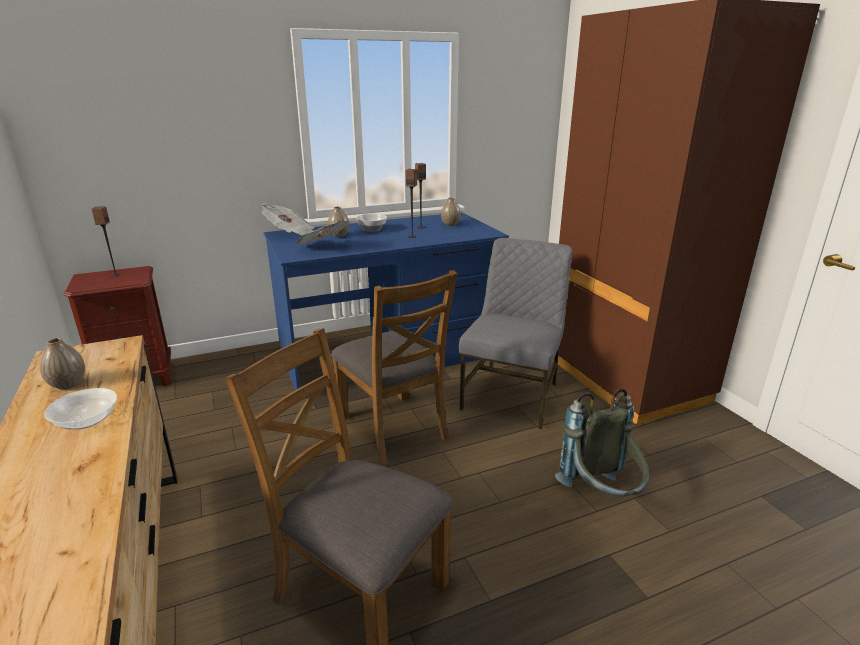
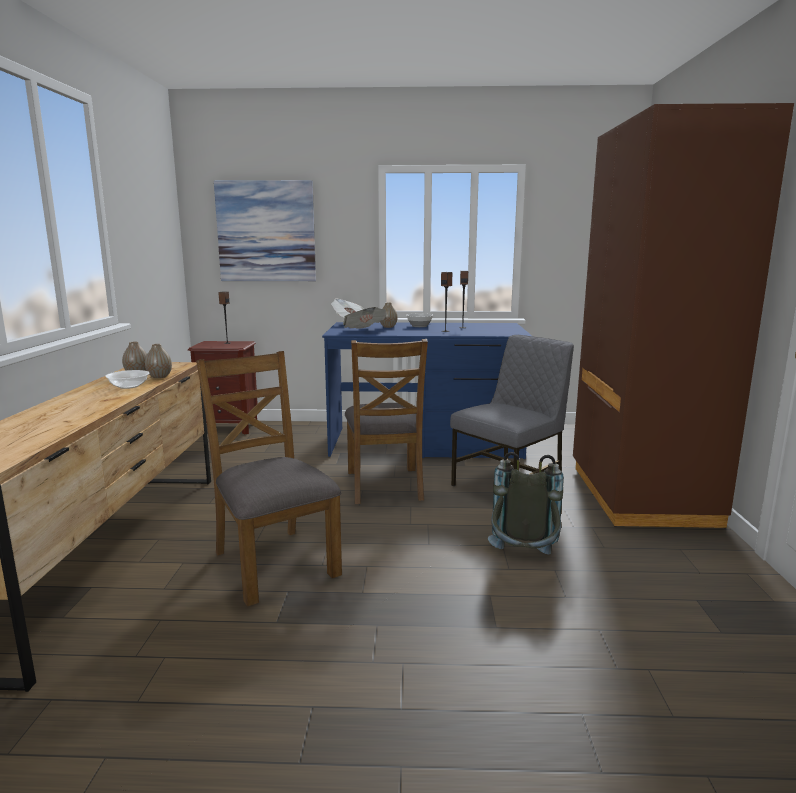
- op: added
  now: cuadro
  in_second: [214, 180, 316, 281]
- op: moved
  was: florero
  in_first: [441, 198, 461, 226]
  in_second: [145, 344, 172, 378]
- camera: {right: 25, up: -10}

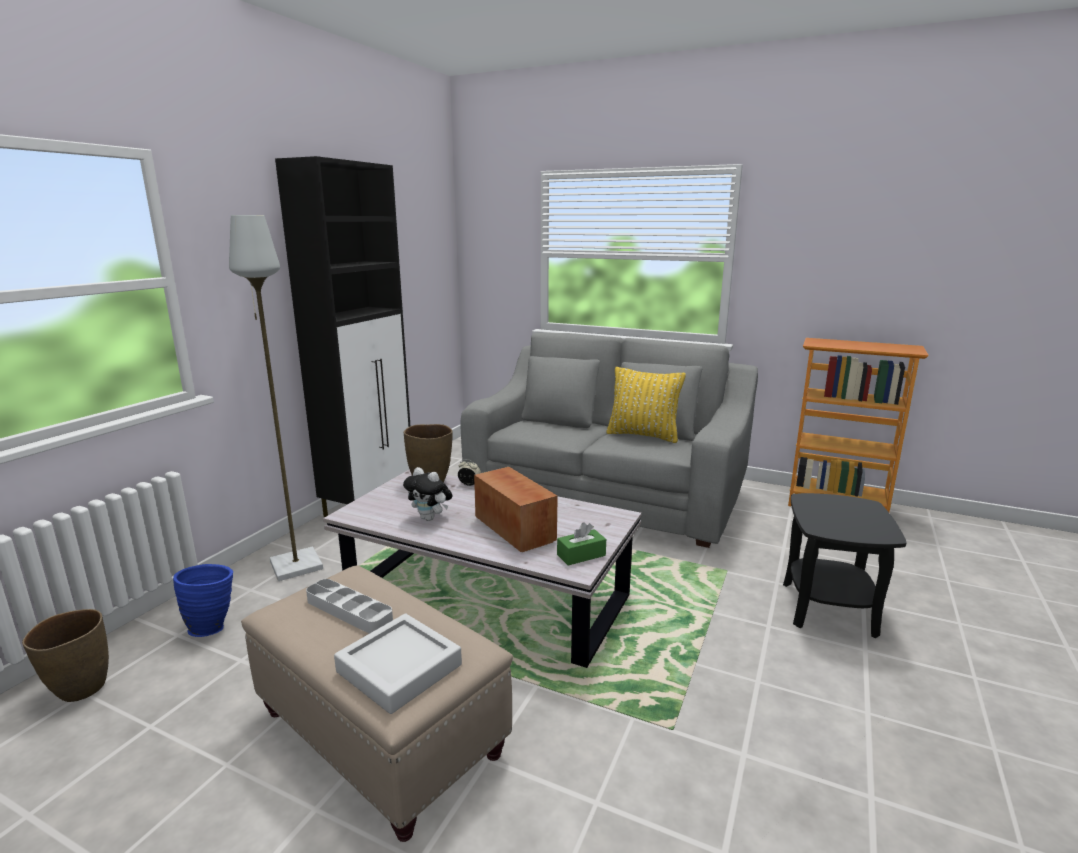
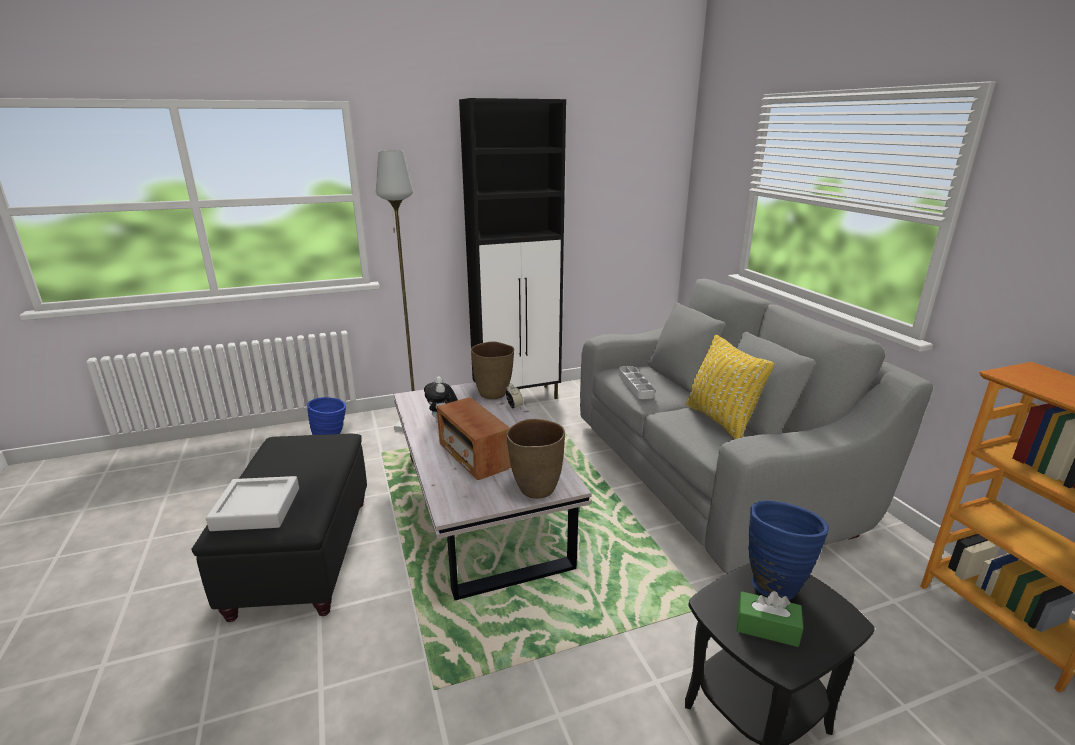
- op: added
  now: florero [azul]
  in_second: [748, 500, 829, 600]
- op: moved
  was: florero [marrón]
  in_first: [22, 609, 109, 702]
  in_second: [506, 419, 565, 499]
- op: moved
  was: bandeja [gris]
  in_first: [306, 579, 393, 634]
  in_second: [619, 366, 655, 399]
- op: moved
  was: caja de pañuelos [verde]
  in_first: [557, 522, 606, 565]
  in_second: [737, 591, 803, 647]
- op: recoloured
  was: puf [beis]
  now: puf [negro]
  in_first: [241, 565, 513, 842]
  in_second: [191, 433, 367, 622]
- op: turned
  was: radio
  in_first: [474, 467, 558, 552]
  in_second: [437, 397, 511, 480]
  clockwise: 135
- camera: {right: 45, up: 5}

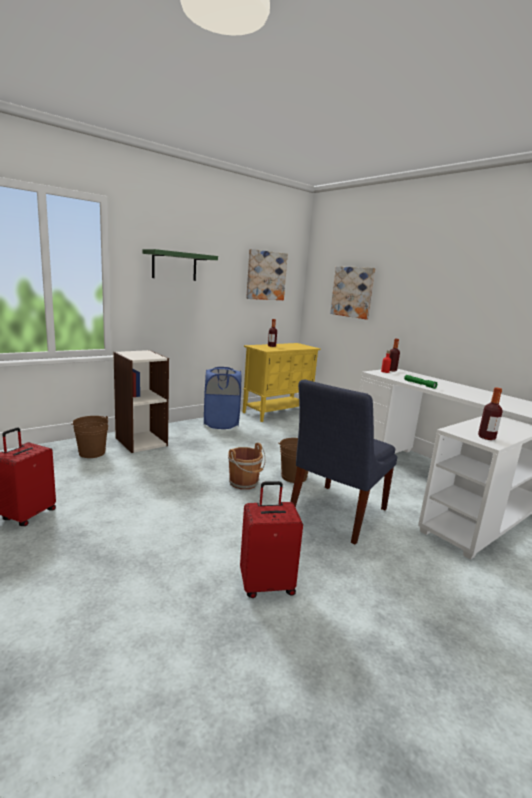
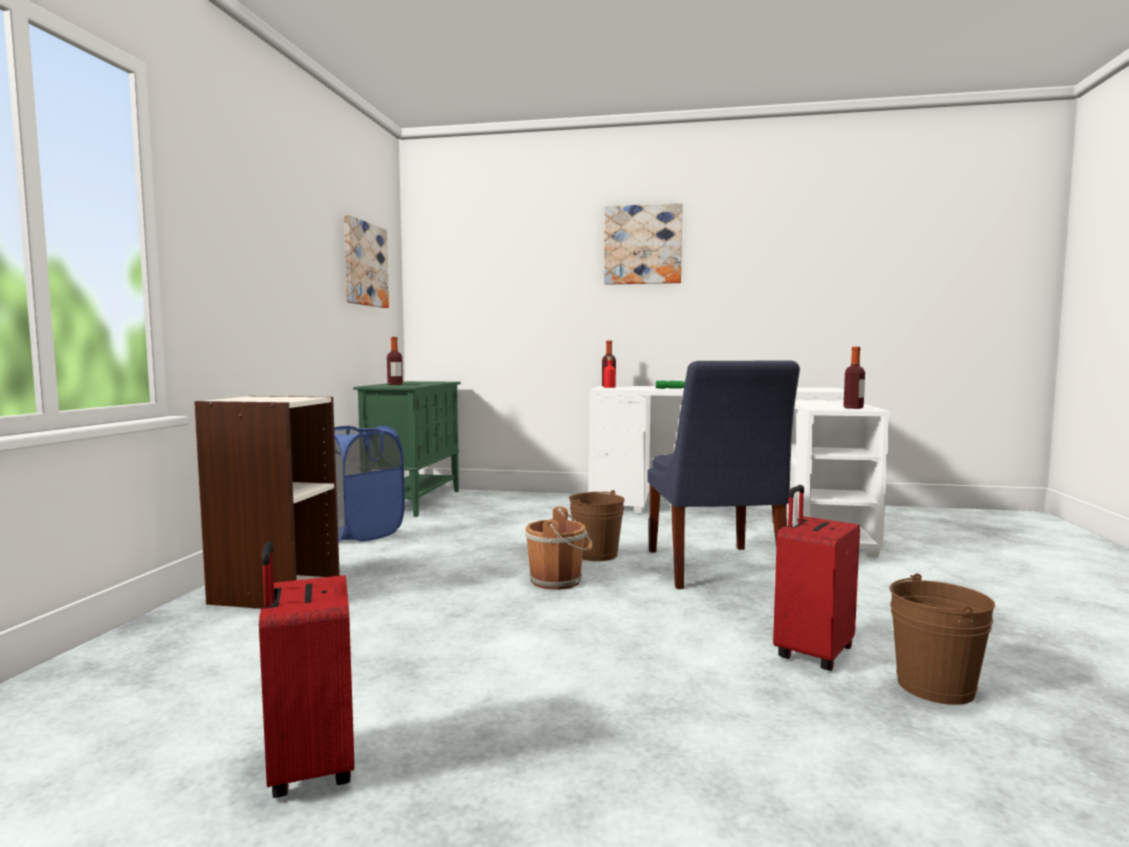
- op: removed
  was: estante [verde]
  in_first: [143, 249, 218, 281]
- op: moved
  was: cubo [marrón]
  in_first: [73, 416, 108, 458]
  in_second: [889, 573, 995, 705]
- op: moved
  was: cuadro
  in_first: [330, 266, 375, 319]
  in_second: [604, 203, 682, 285]
- op: recoloured
  was: armario [amarillo]
  now: armario [verde]
  in_first: [243, 343, 321, 422]
  in_second: [353, 381, 461, 516]
- camera: {right: -40, up: -10}

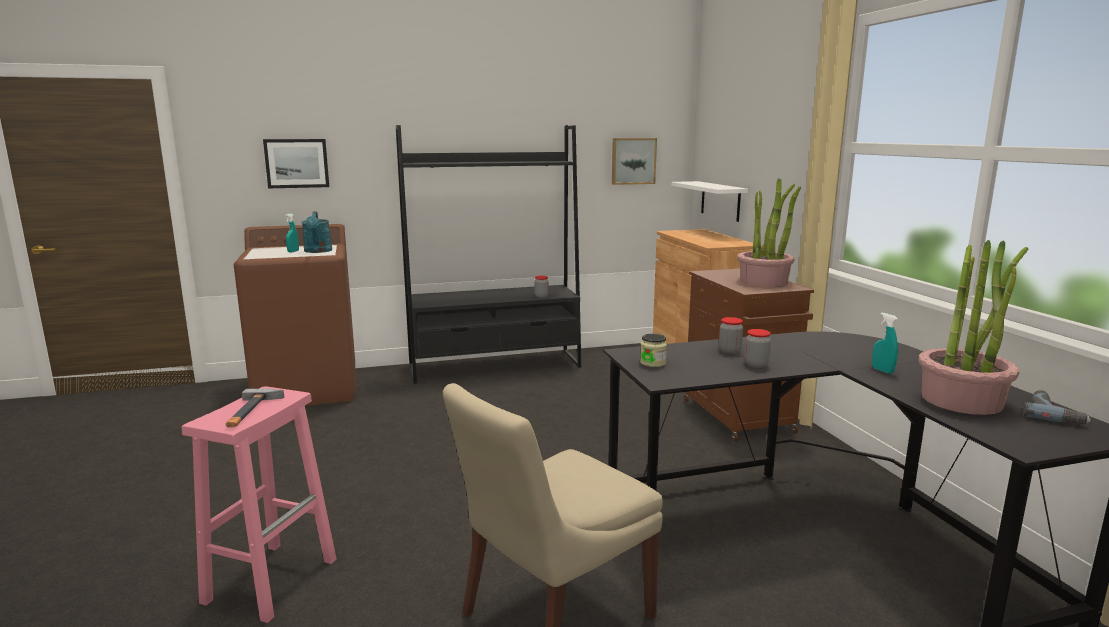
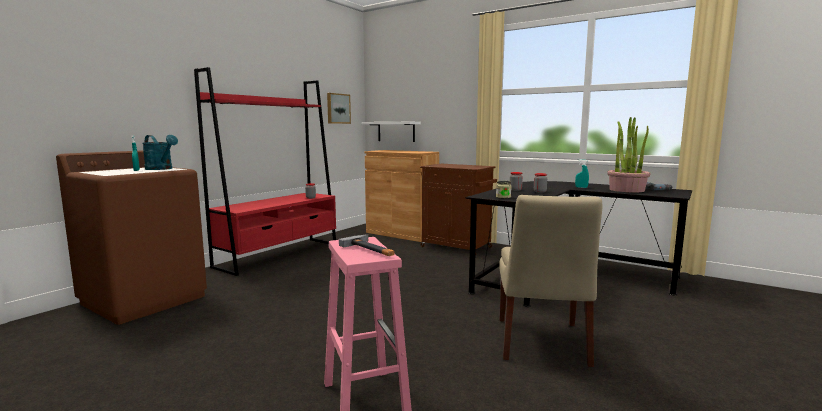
- op: removed
  was: cuadro
  in_first: [263, 139, 329, 188]
- op: removed
  was: planta en maceta
  in_first: [737, 178, 801, 287]
- op: recoloured
  was: estantería [negro]
  now: estantería [rojo]
  in_first: [396, 125, 581, 384]
  in_second: [194, 67, 336, 276]
- camera: {right: -40, up: -5}

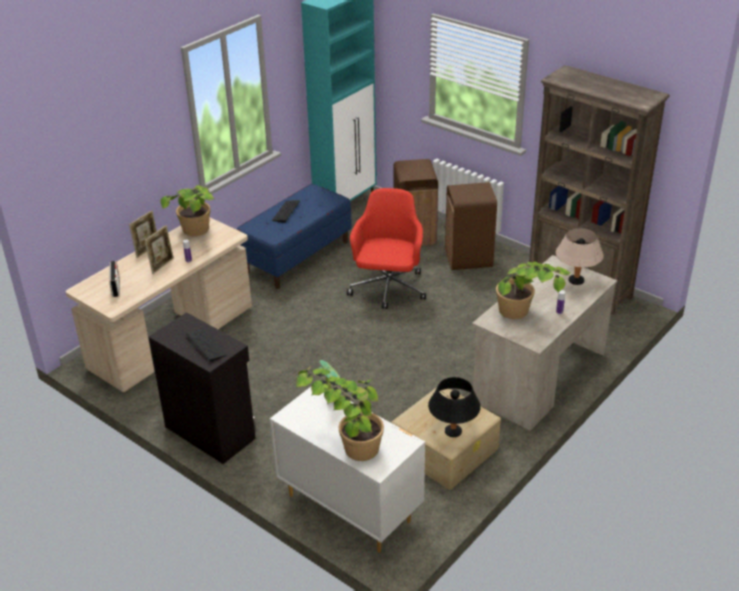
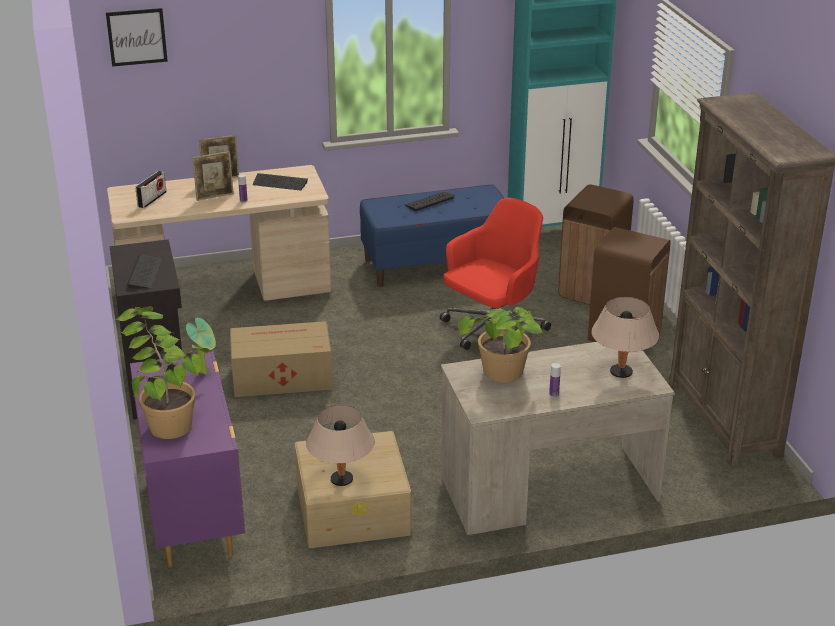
- op: added
  now: cuadro
  in_second: [106, 8, 168, 67]
- op: added
  now: caja de cartón
  in_second: [230, 321, 333, 397]
- op: replaced
  was: planta en maceta
  now: teclado
  in_first: [160, 185, 215, 236]
  in_second: [253, 173, 308, 191]
- op: recoloured
  was: cómoda [blanco]
  now: cómoda [morado]
  in_first: [270, 387, 425, 553]
  in_second: [130, 352, 245, 567]
- op: recoloured
  was: lámpara de mesa [negro]
  now: lámpara de mesa [beis]
  in_first: [428, 377, 481, 437]
  in_second: [306, 405, 374, 486]
- camera: {right: 35, up: -5}

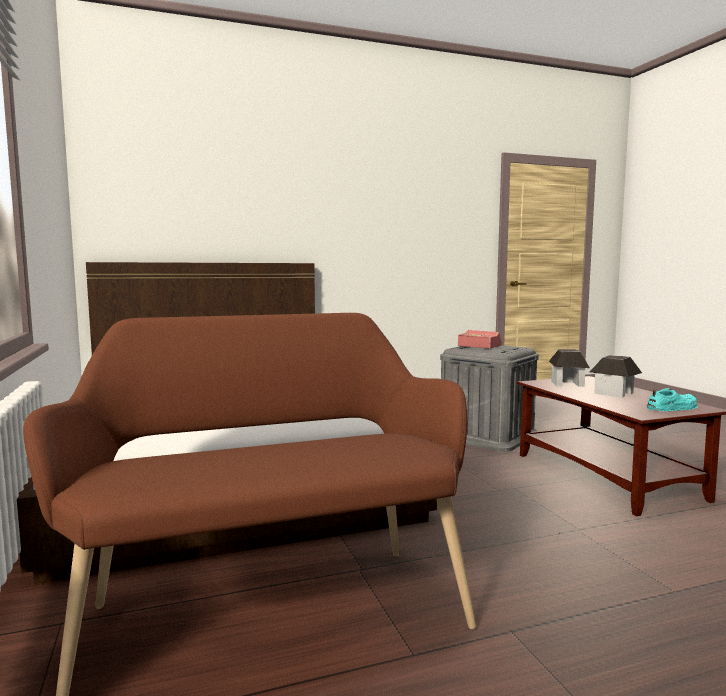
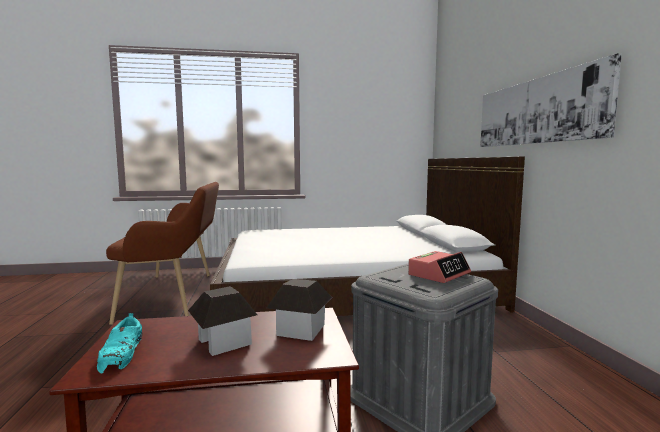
- op: added
  now: cuadro
  in_second: [480, 53, 622, 147]
- camera: {right: 100, up: 0}

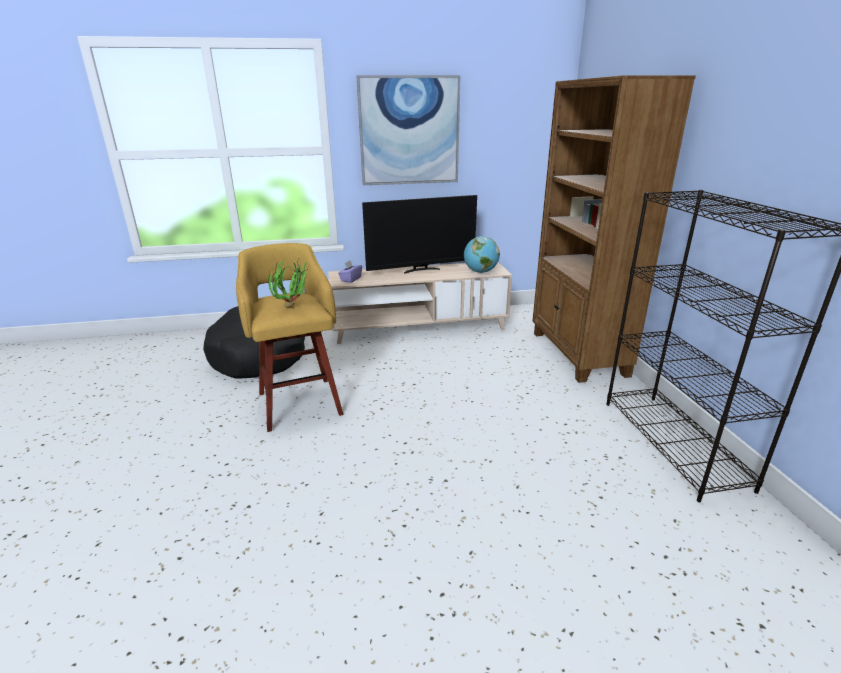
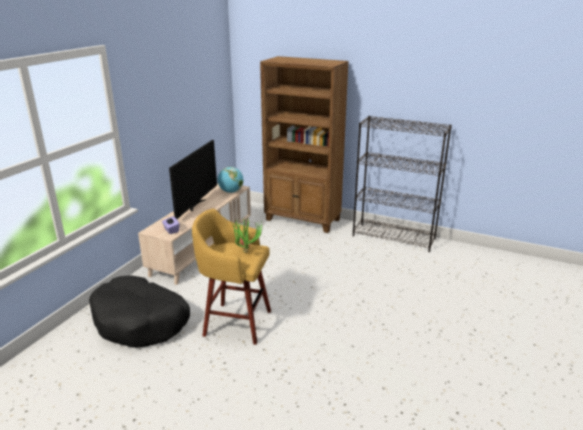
- op: removed
  was: cuadro
  in_first: [356, 75, 460, 185]
- camera: {right: -55, up: 0}

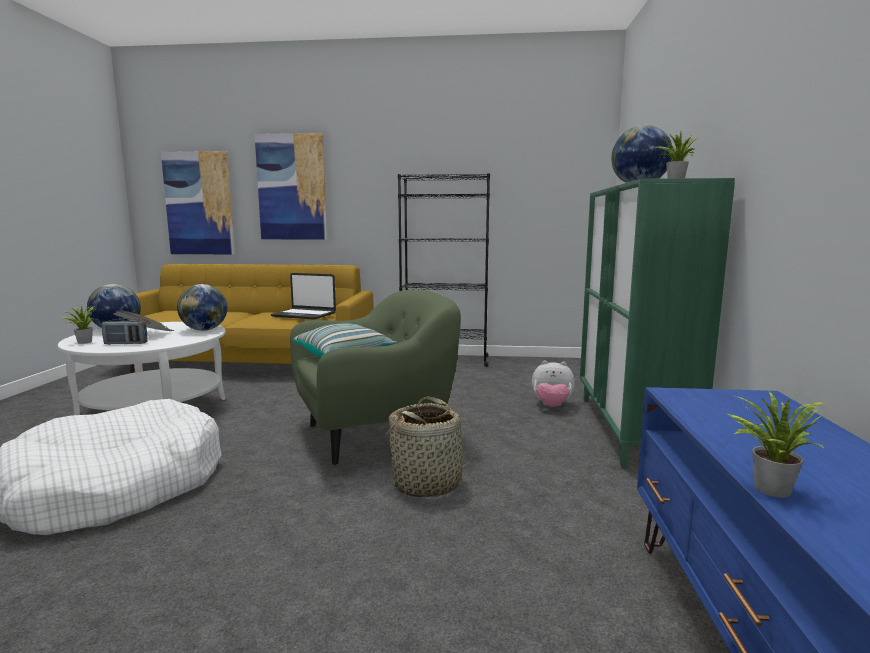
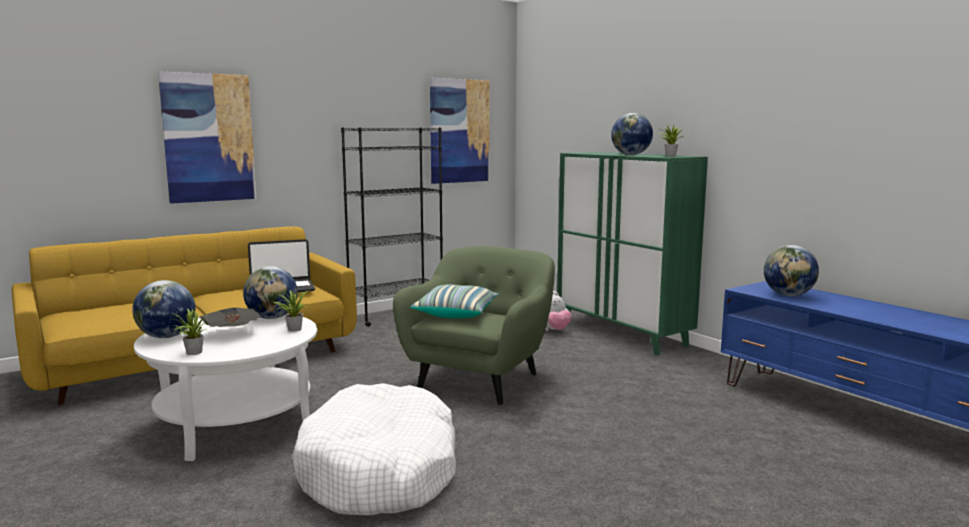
- op: removed
  was: radio
  in_first: [102, 318, 148, 345]
- op: removed
  was: cesta
  in_first: [384, 397, 477, 497]
- op: added
  now: globo terráqueo
  in_second: [764, 245, 819, 296]
- op: moved
  was: cuadro
  in_first: [161, 151, 235, 254]
  in_second: [430, 78, 490, 184]
- op: moved
  was: planta en maceta
  in_first: [728, 392, 825, 498]
  in_second: [274, 291, 307, 332]
- camera: {right: -40, up: 0}

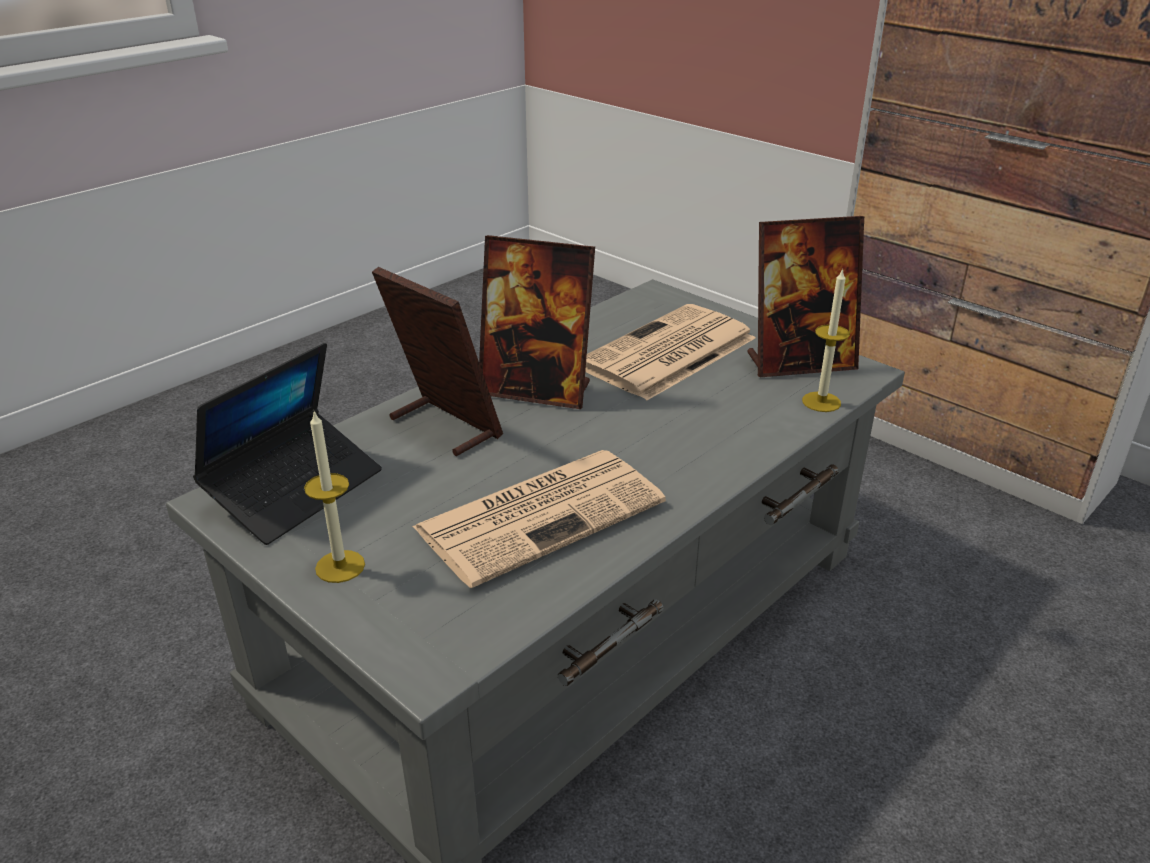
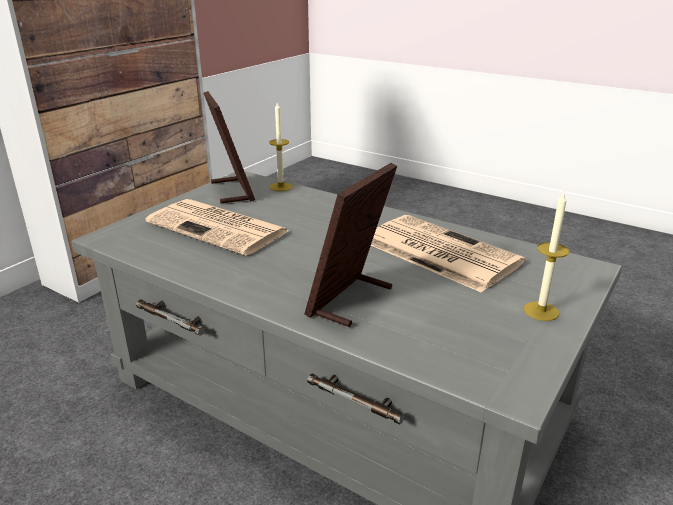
- op: removed
  was: portátil
  in_first: [193, 343, 382, 545]
- op: removed
  was: portarretratos
  in_first: [479, 235, 595, 409]
- camera: {right: -100, up: -5}

